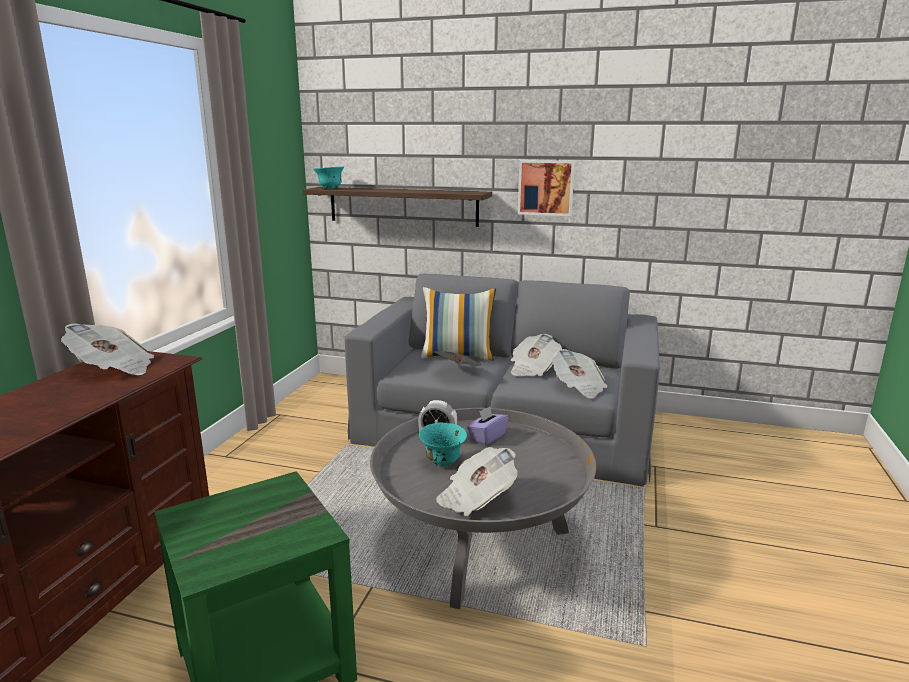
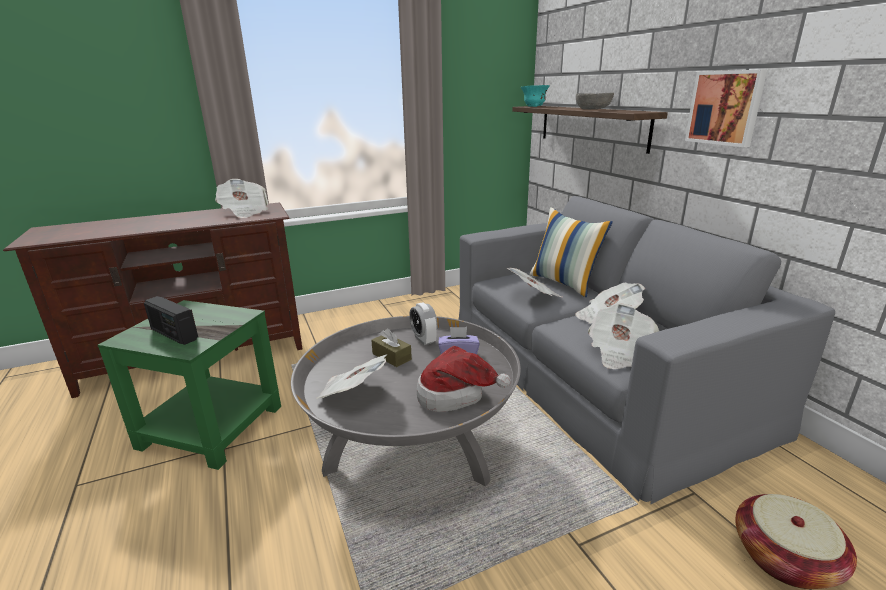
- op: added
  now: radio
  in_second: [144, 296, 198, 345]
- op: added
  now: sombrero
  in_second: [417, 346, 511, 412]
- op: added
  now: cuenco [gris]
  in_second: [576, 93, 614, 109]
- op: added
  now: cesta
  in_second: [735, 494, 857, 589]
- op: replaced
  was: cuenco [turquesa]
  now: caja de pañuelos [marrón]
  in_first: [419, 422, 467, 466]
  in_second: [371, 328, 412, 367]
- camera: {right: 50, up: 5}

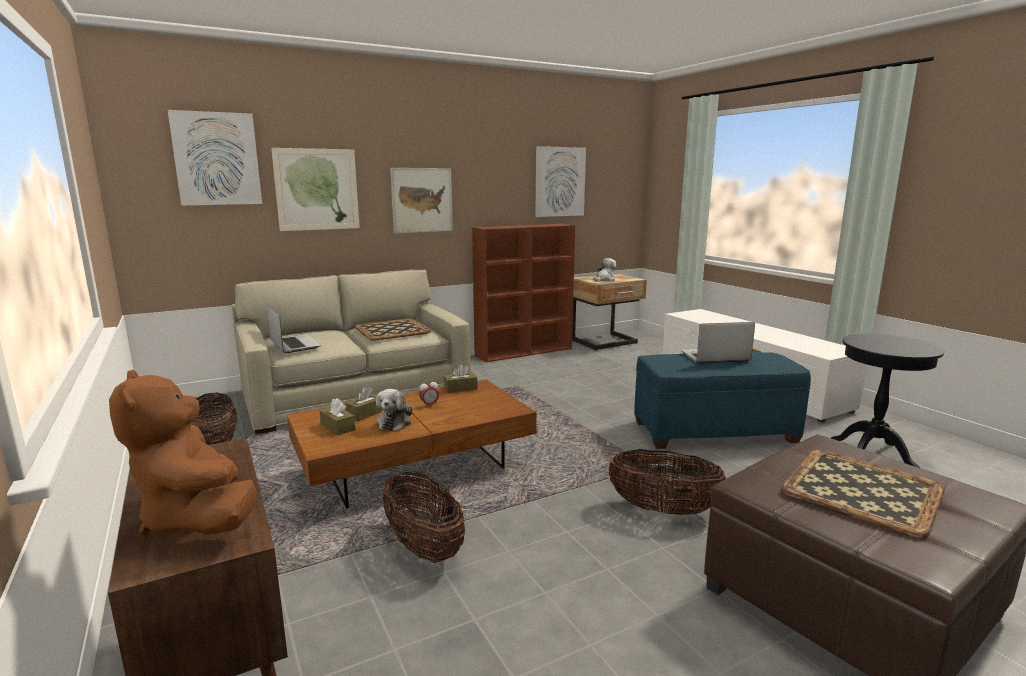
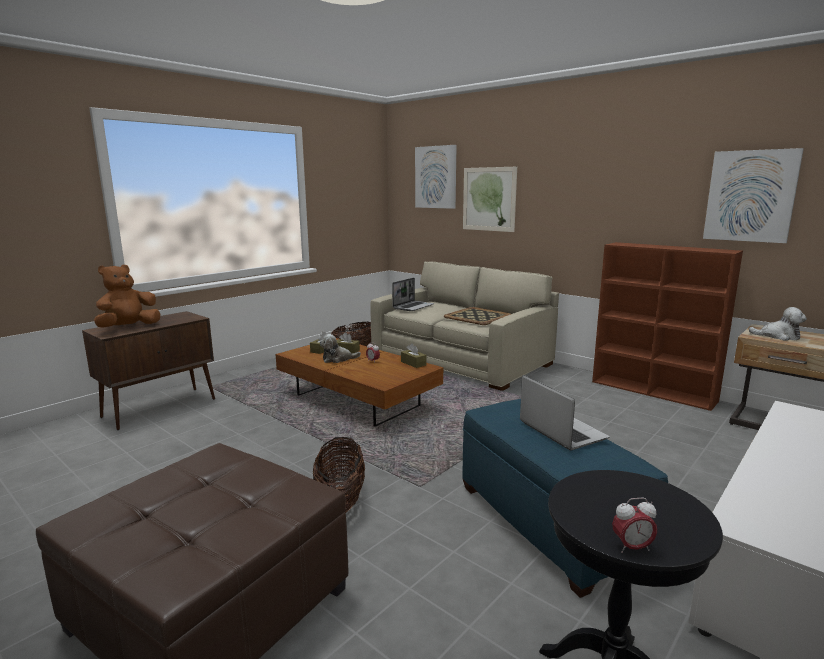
- op: removed
  was: cesta
  in_first: [383, 472, 465, 563]
- op: removed
  was: cuadro
  in_first: [390, 168, 453, 233]
- op: removed
  was: bandeja
  in_first: [780, 450, 945, 539]
- op: added
  now: despertador
  in_second: [612, 498, 657, 553]
- camera: {right: 70, up: 0}

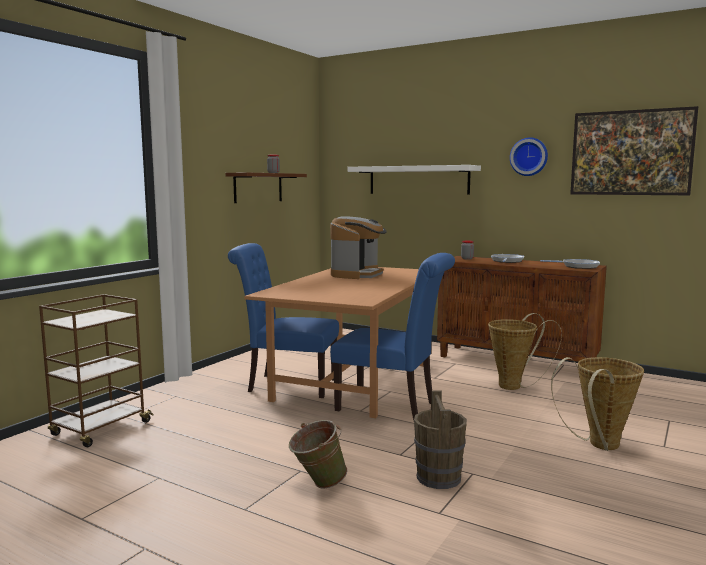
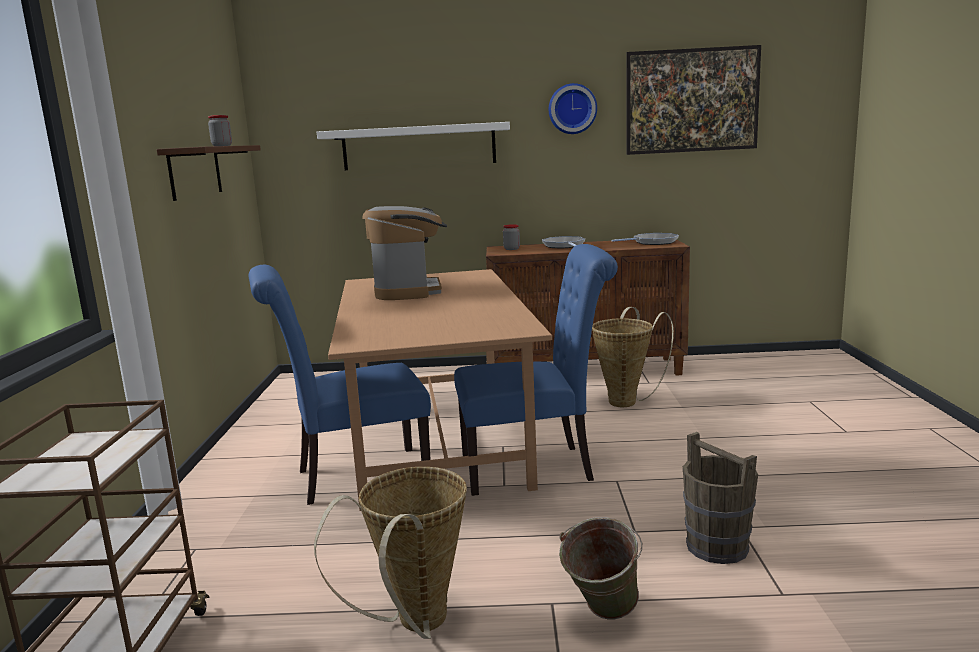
- op: moved
  was: cesta
  in_first: [551, 357, 644, 451]
  in_second: [314, 467, 467, 639]
- camera: {right: -30, up: 5}

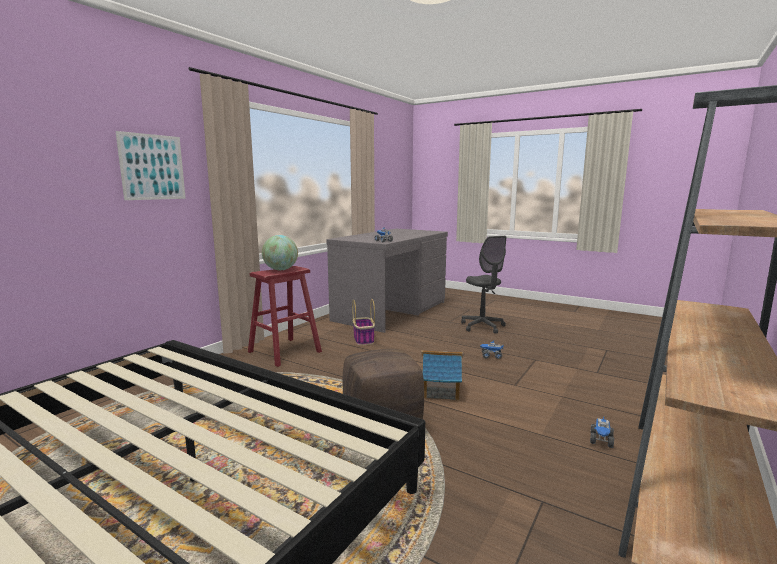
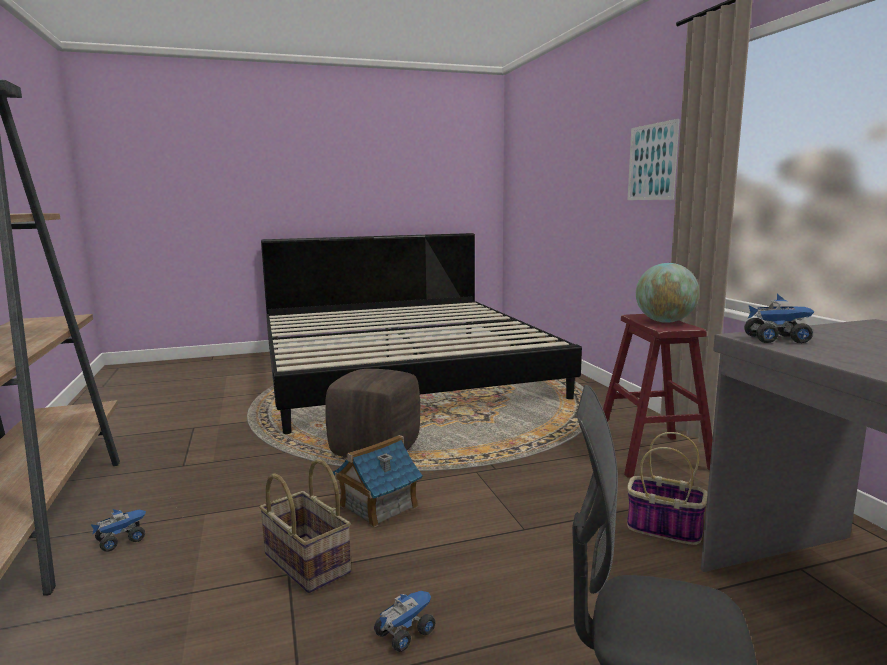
- op: added
  now: cesta
  in_second: [259, 459, 351, 593]
- op: turned
  was: camión de juguete
  in_first: [590, 415, 614, 448]
  in_second: [91, 509, 146, 552]
  clockwise: 75
- camera: {right: 130, up: 0}

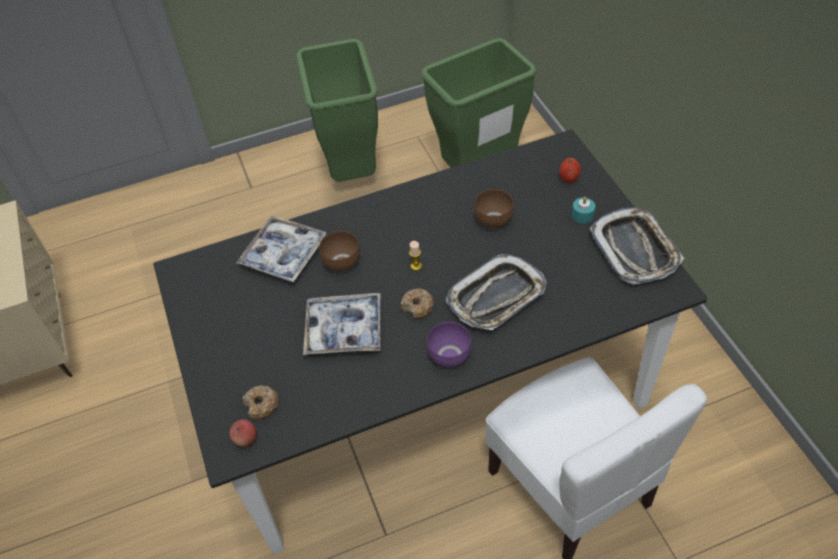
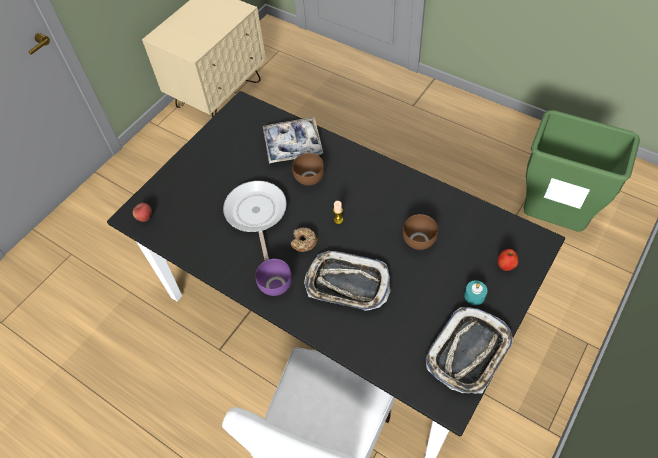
- op: removed
  was: rosquilla
  in_first: [243, 385, 279, 419]
- op: removed
  was: papelera [verde]
  in_first: [296, 39, 378, 182]
- op: replaced
  was: bandeja
  now: sartén
  in_first: [303, 293, 381, 355]
  in_second: [223, 181, 287, 261]
- camera: {right: 55, up: 5}

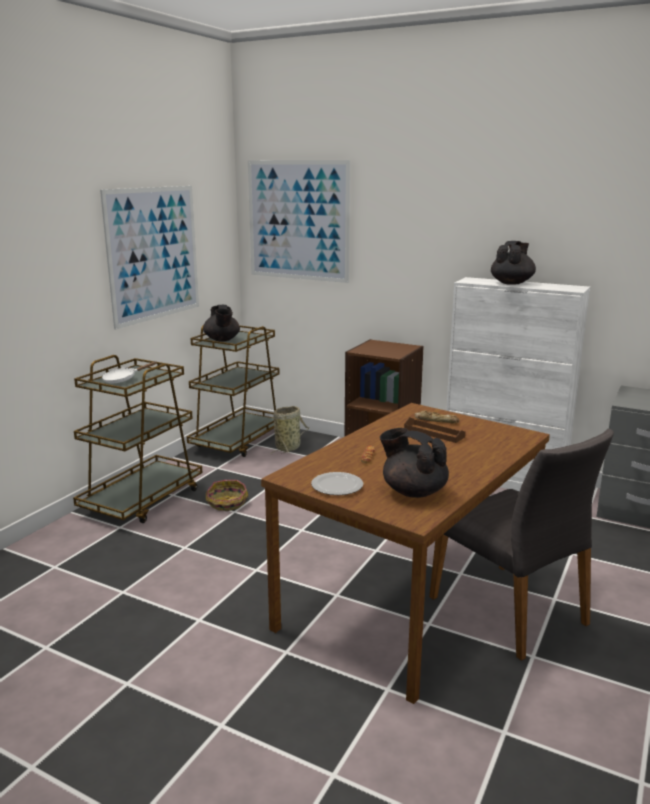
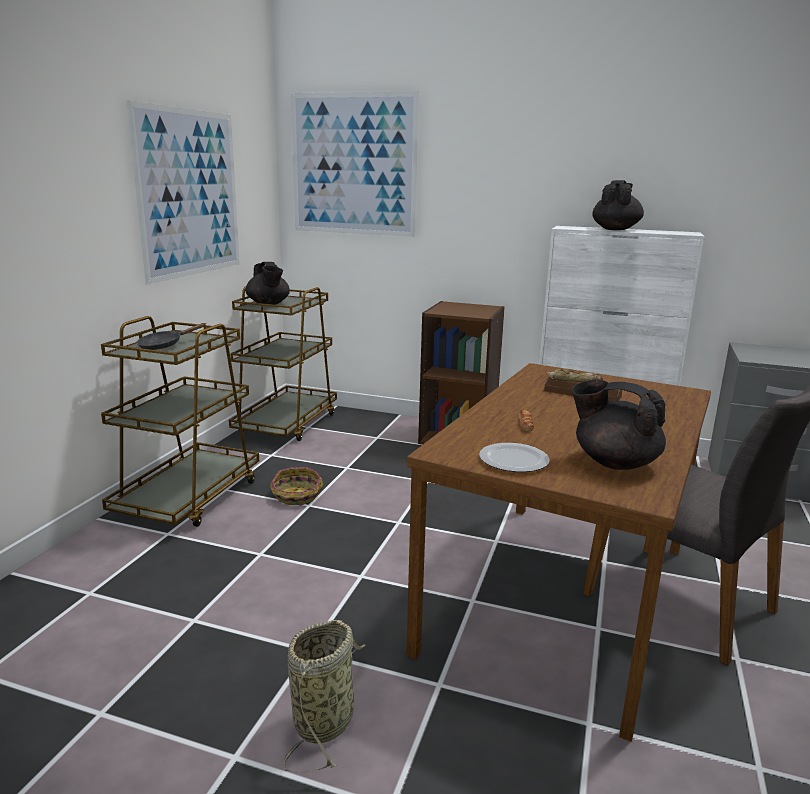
- op: moved
  was: cesta
  in_first: [270, 406, 310, 455]
  in_second: [283, 620, 366, 773]
- op: recoloured
  was: sartén [blanco]
  now: sartén [negro]
  in_first: [102, 361, 157, 383]
  in_second: [137, 323, 206, 350]
- camera: {right: -10, up: 0}

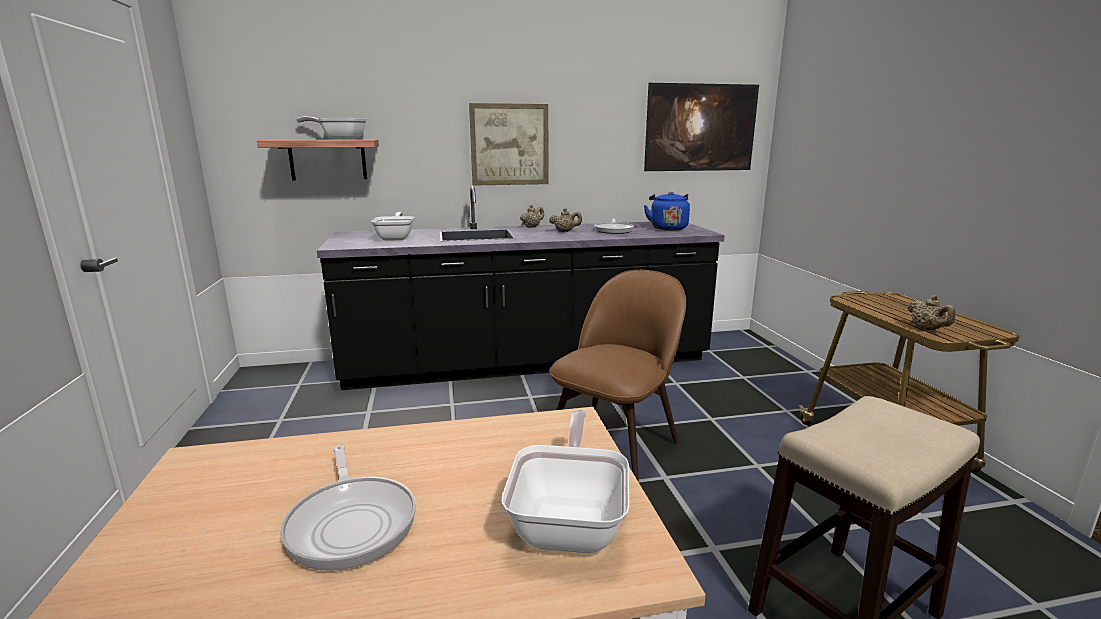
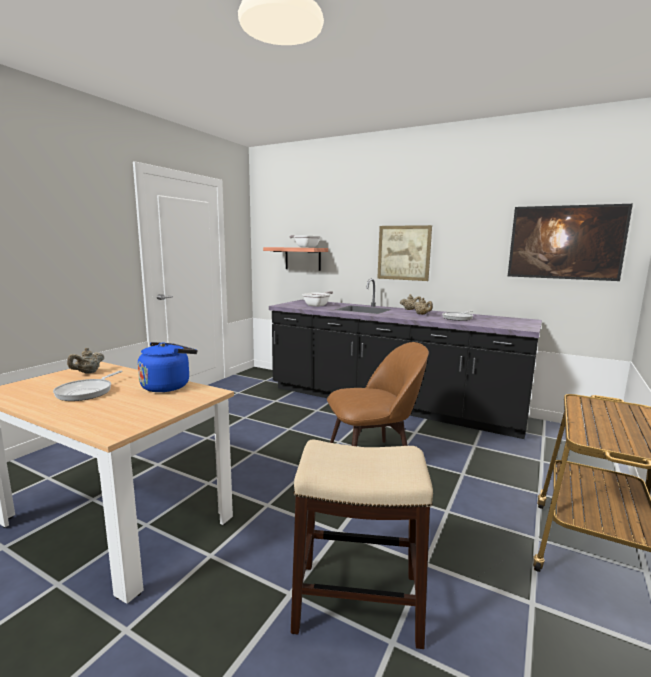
- op: removed
  was: sartén
  in_first: [501, 410, 630, 553]
- op: moved
  was: hervidor [azul]
  in_first: [644, 192, 690, 231]
  in_second: [138, 342, 197, 392]
- op: moved
  was: tetera [beis]
  in_first: [907, 295, 955, 330]
  in_second: [67, 348, 104, 374]
- camera: {right: 40, up: -5}

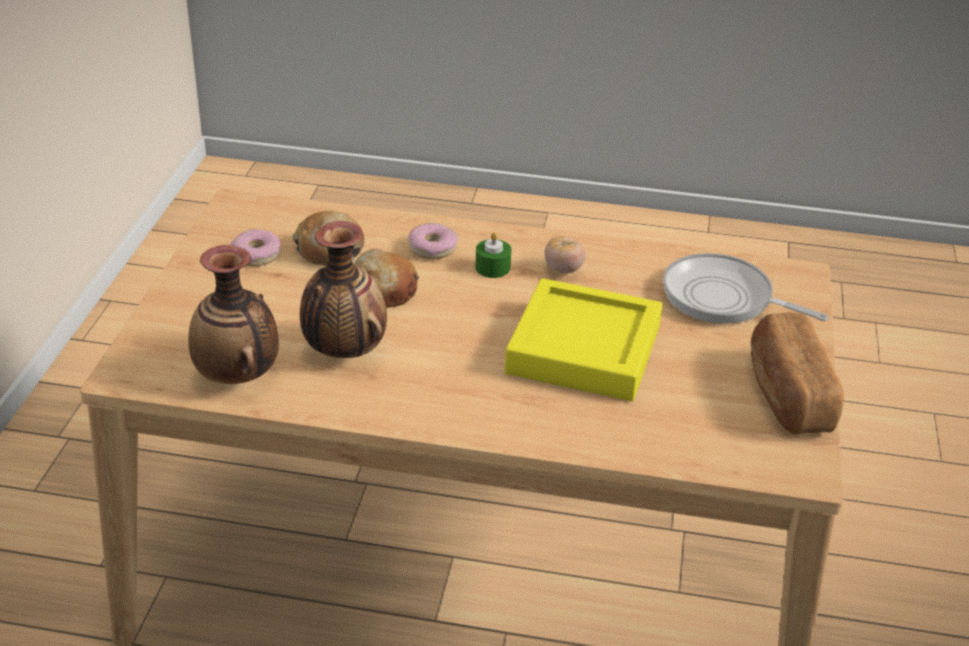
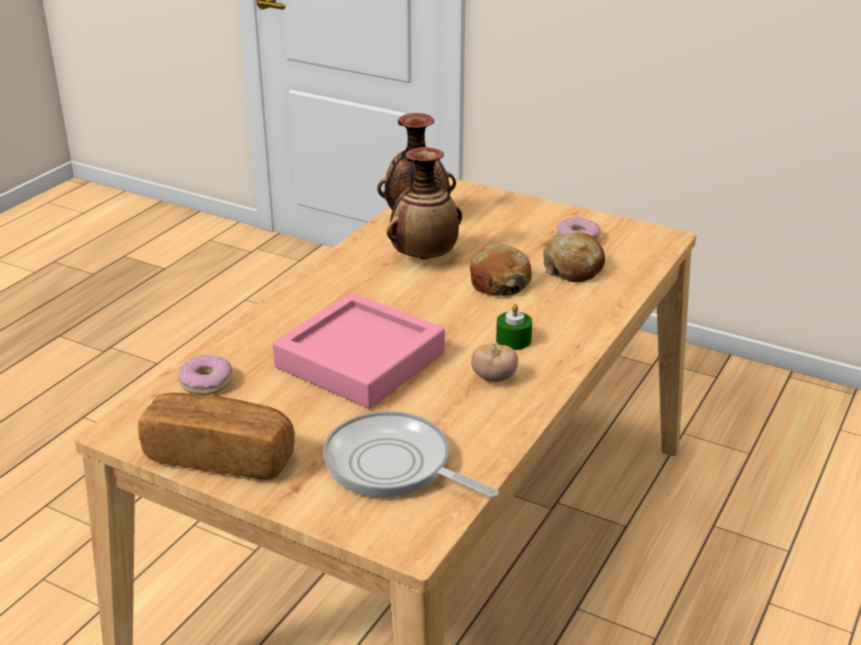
- op: moved
  was: rosquilla
  in_first: [408, 223, 458, 259]
  in_second: [178, 355, 233, 395]
- op: recoloured
  was: bandeja [amarillo]
  now: bandeja [rosa]
  in_first: [505, 278, 663, 401]
  in_second: [273, 293, 445, 409]
- op: turned
  was: sartén
  in_first: [663, 253, 829, 324]
  in_second: [323, 411, 499, 498]
  clockwise: -105
- camera: {right: 110, up: -5}

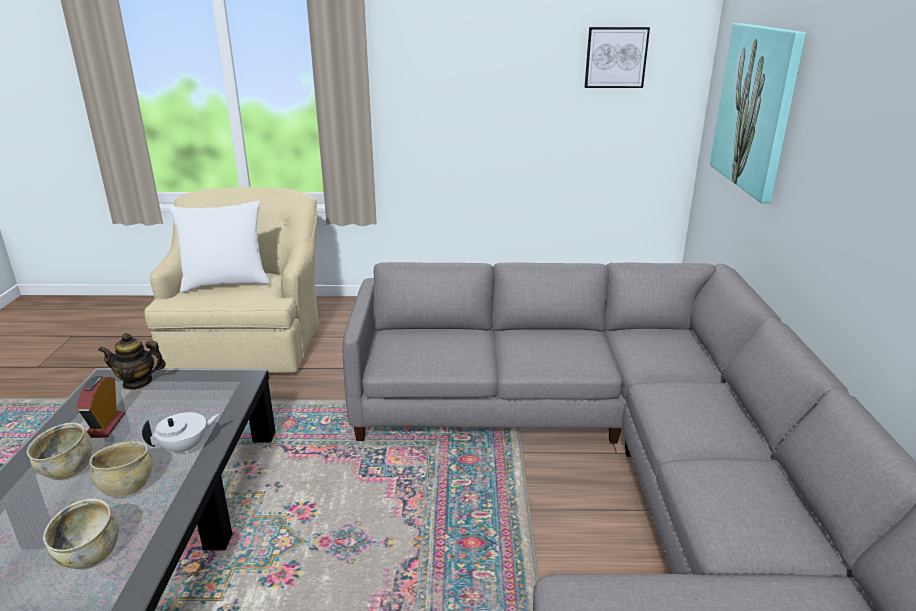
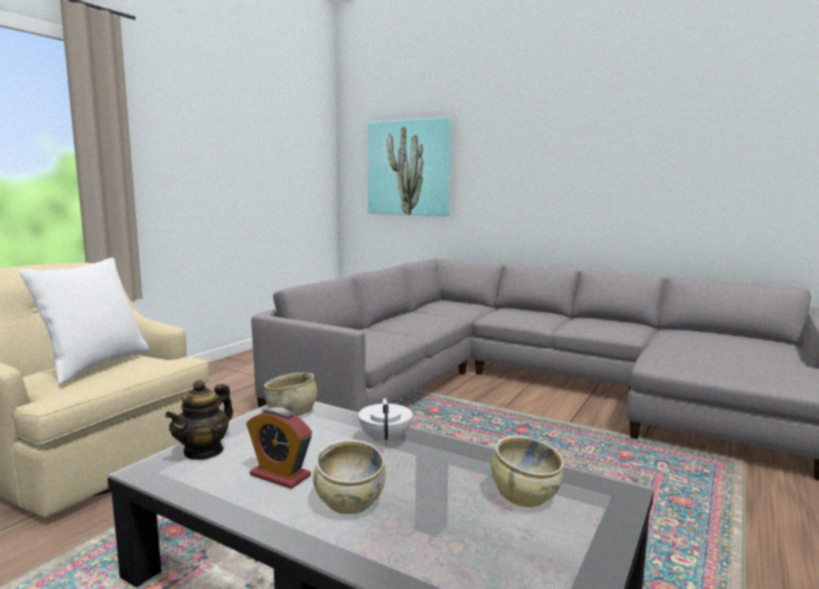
- op: removed
  was: cuadro
  in_first: [585, 27, 650, 88]
- op: moved
  was: cuenco [beis]
  in_first: [89, 441, 153, 497]
  in_second: [264, 373, 317, 416]
- camera: {right: -60, up: -15}

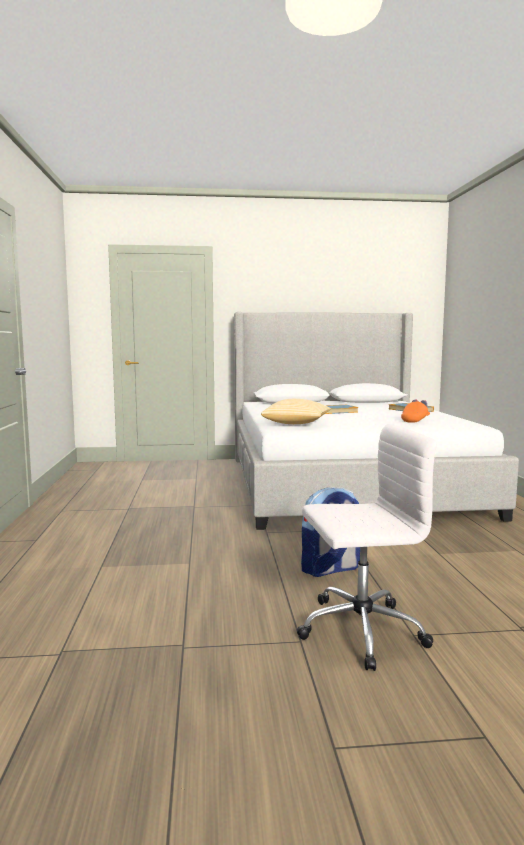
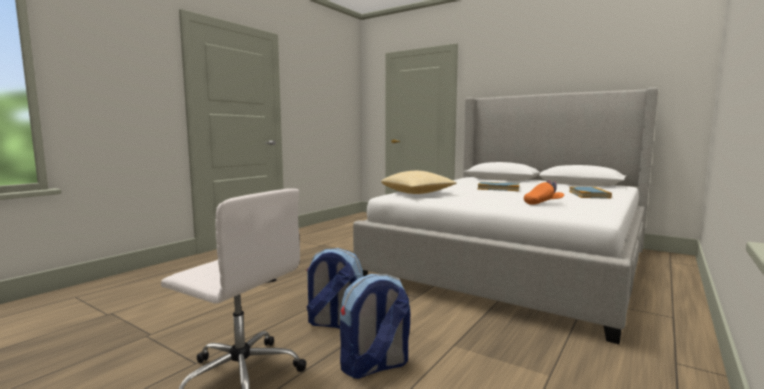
- op: added
  now: mochila
  in_second: [340, 274, 410, 379]
- camera: {right: 40, up: 0}

